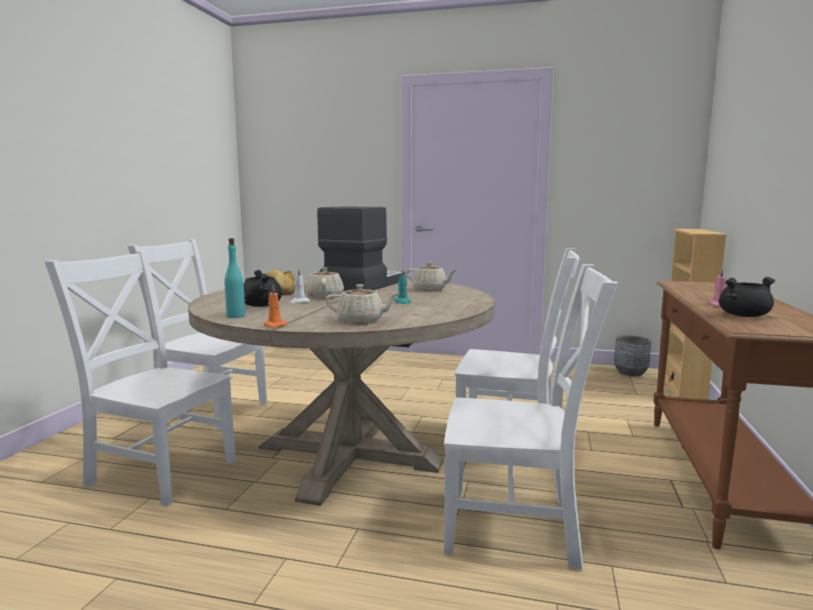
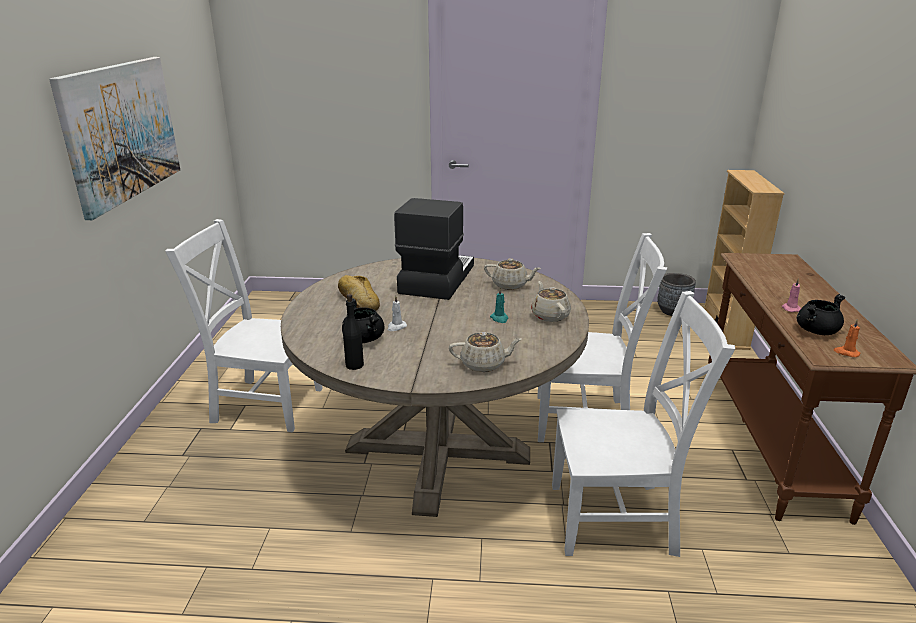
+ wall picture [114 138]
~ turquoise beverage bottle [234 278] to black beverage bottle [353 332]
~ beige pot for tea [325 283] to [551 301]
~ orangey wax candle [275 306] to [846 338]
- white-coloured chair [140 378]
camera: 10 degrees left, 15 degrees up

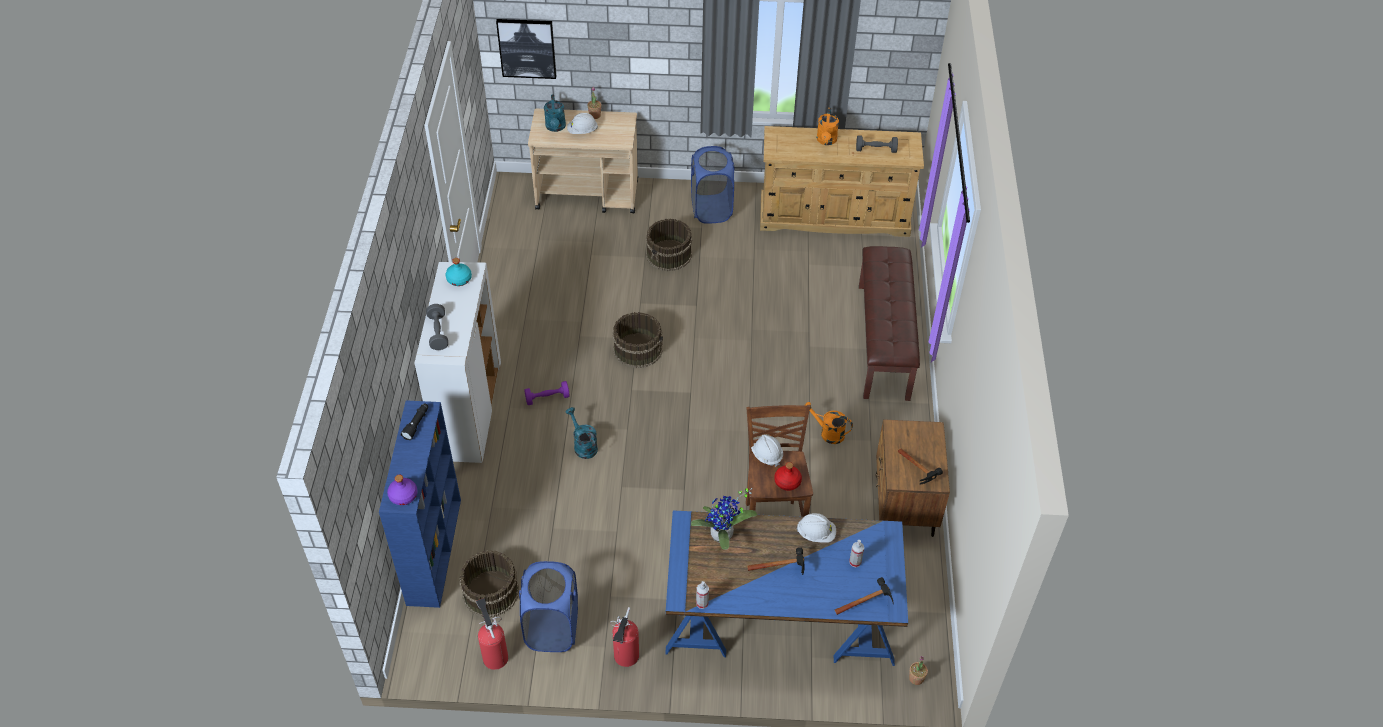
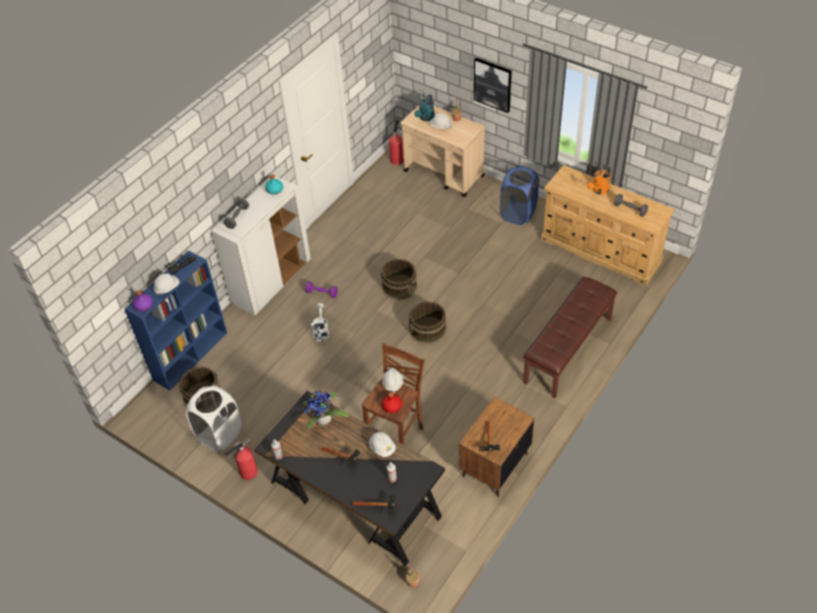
+ white-coloured safety helmet [166 284]
~ blue-coloured hamper [548 606] to white-coloured hamper [214 418]
~ blue-coloured desk table [786 588] to black desk table [349 478]
~ turquoise watering can [581 433] to white-coloured watering can [320 323]
~ extinguisher [492 634] to [396 142]
~ brownish bucket [669 244] to [428 322]
~ wall picture [526 49] to [492 85]
- orangey watering can [828 423]
camera: 35 degrees right, 0 degrees up

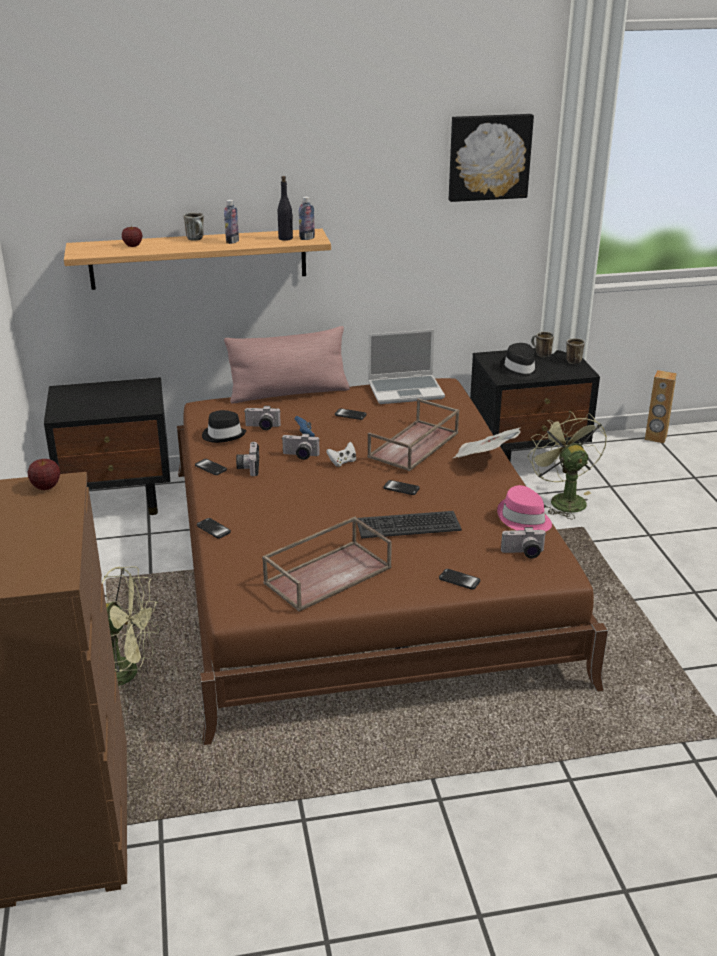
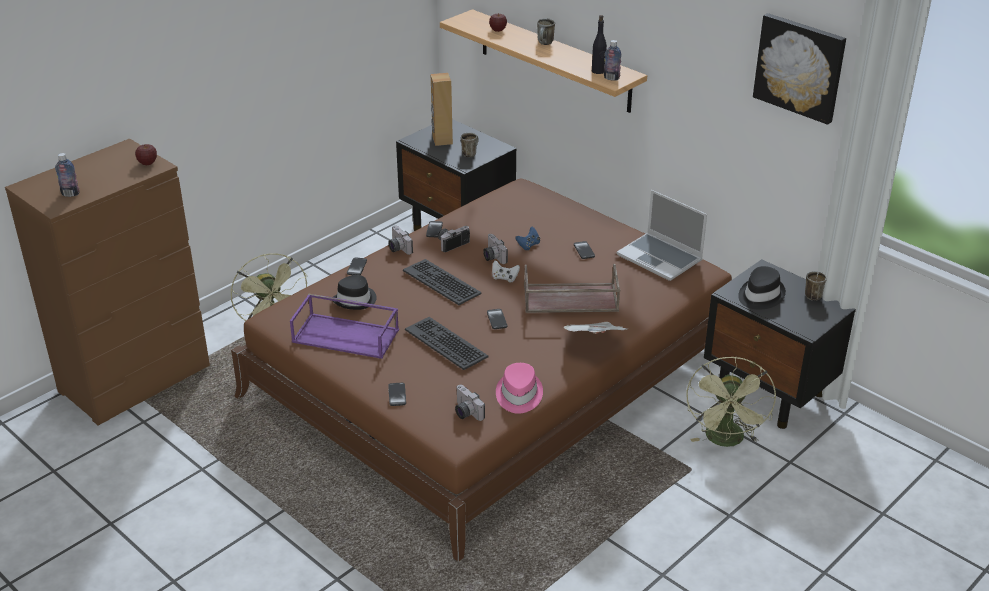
~ beverage bottle [231 222] to [67 175]
~ brownish serving tray [327 564] to purple serving tray [344 326]
~ black wearable hat [224 426] to [355 292]
~ photo camera [263 418] to [401 240]
+ keyboard [442 282]
~ brownish loudspeaker [661 406] to [442 109]
~ coffee mug [575 351] to [470 144]
~ green-coloured electric fan [567 465] = [731 402] 150 degrees clockwise
- pinkish pillow [287 364]
camera: 55 degrees right, 5 degrees up

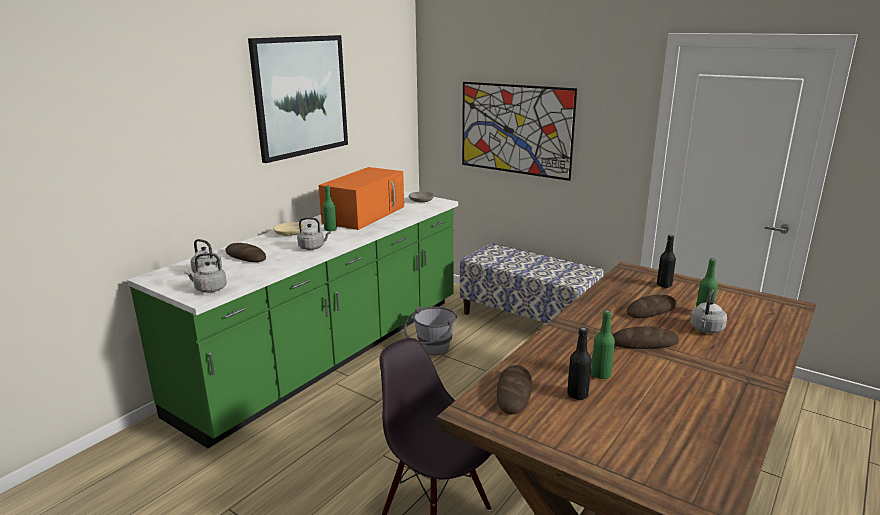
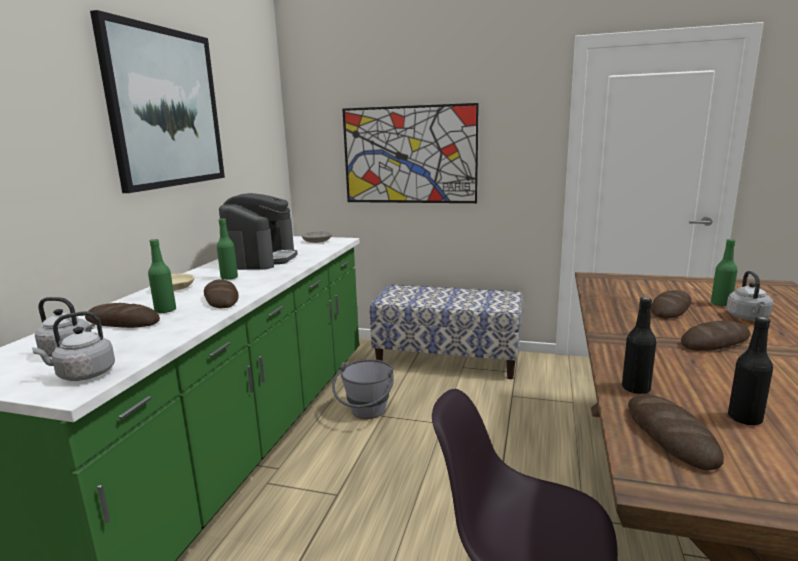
~ green-coloured beverage bottle [603 344] to [162 276]
~ gray tea kettle [314 233] to bakery bread [221 293]
~ orangey microwave [361 198] to coffee machine [258 231]
~ black beverage bottle [666 261] to [639 345]
camera: 20 degrees left, 5 degrees down

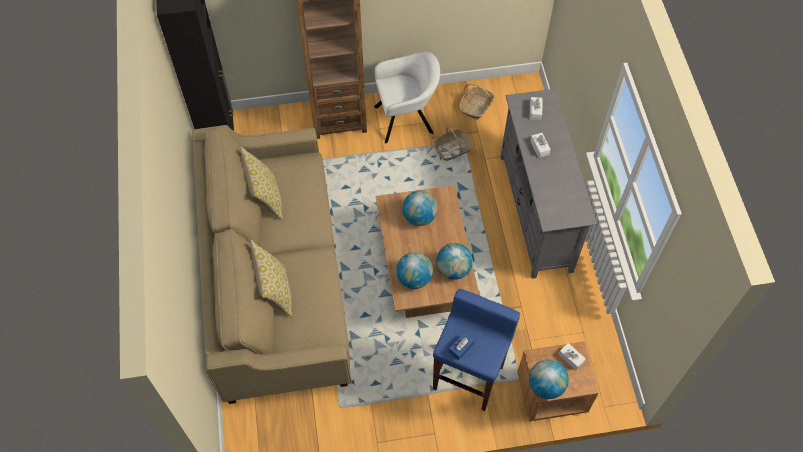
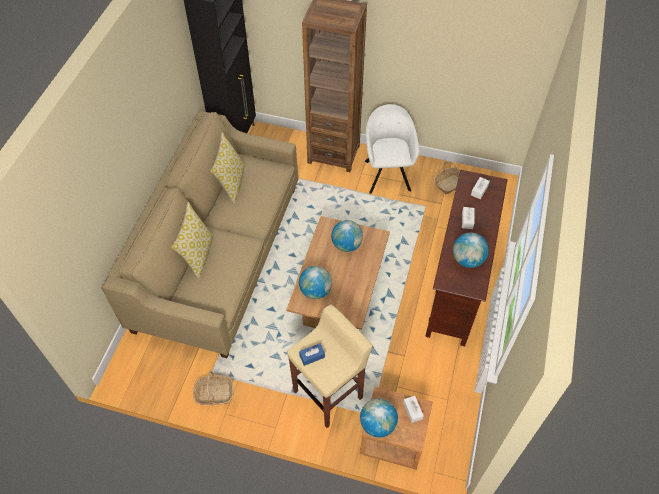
~ basket [453 143] to [213 388]
~ blue-coloured stool seat [476 350] to beige stool seat [330 366]
~ white-coloured lounge chair [407 97] = [392 149] 105 degrees counterclockwise
~ gray tv unit [548 184] to brownish tv unit [466 258]
~ desk globe [454 261] to [471 250]
camera: 25 degrees right, 5 degrees down

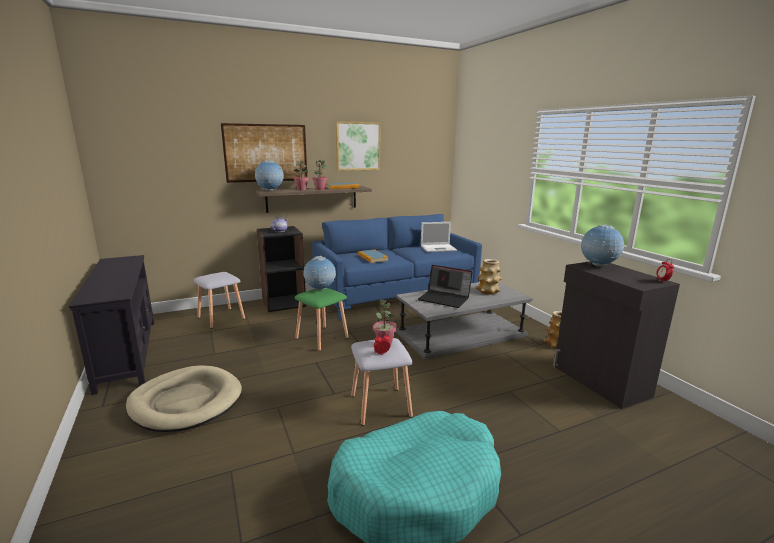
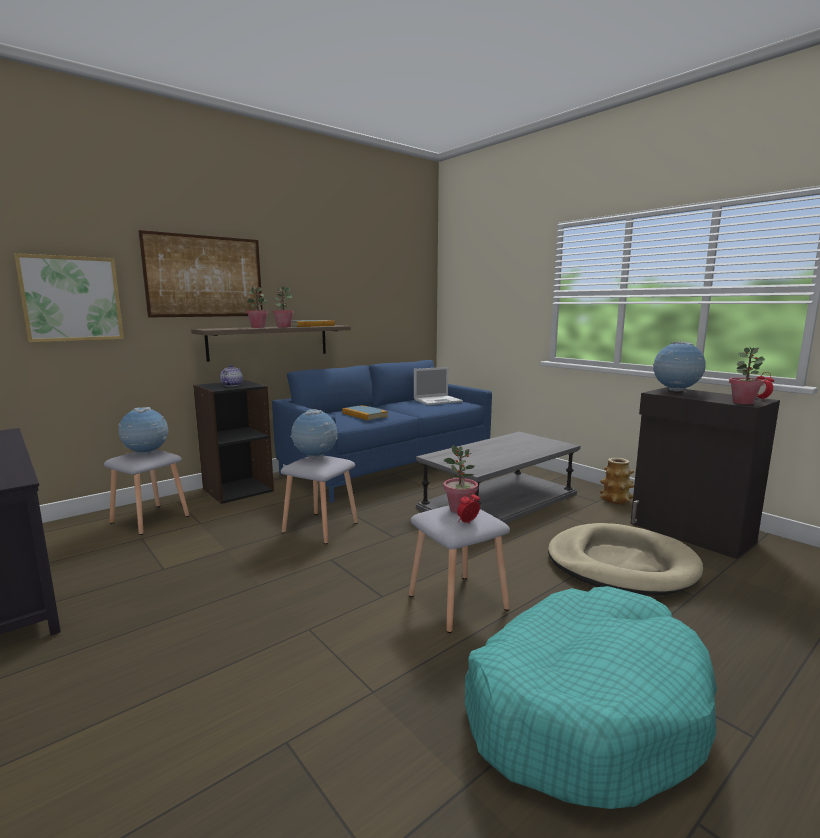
~ wall picture [358 146] to [69 297]
~ desk globe [269 176] to [143 431]
~ green-coloured stool seat [322 319] to gray stool seat [319 500]
~ beige pet bed [184 398] to [625 559]
+ potted plant [747 375]
- notebook computer [445 286]
- decorative vase [489 276]
camera: 15 degrees left, 5 degrees down

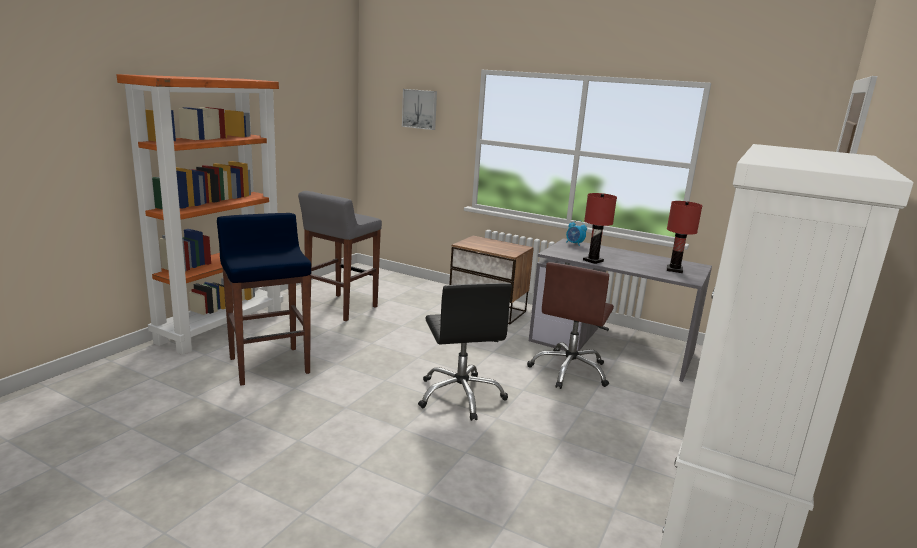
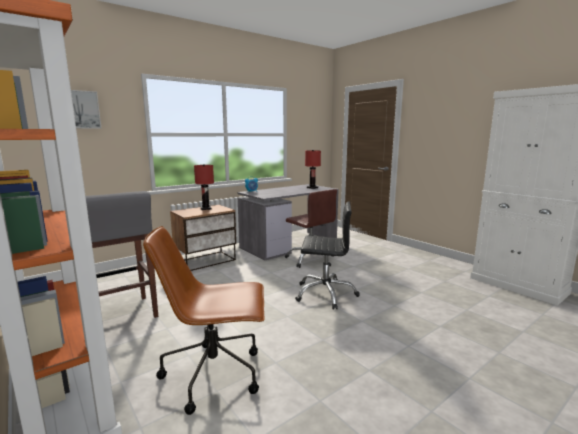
~ blue-coloured stool seat [264 299] to brownish office chair [204 320]
~ red-coloured lamp for a table [600 228] to [204 187]
camera: 65 degrees left, 5 degrees down

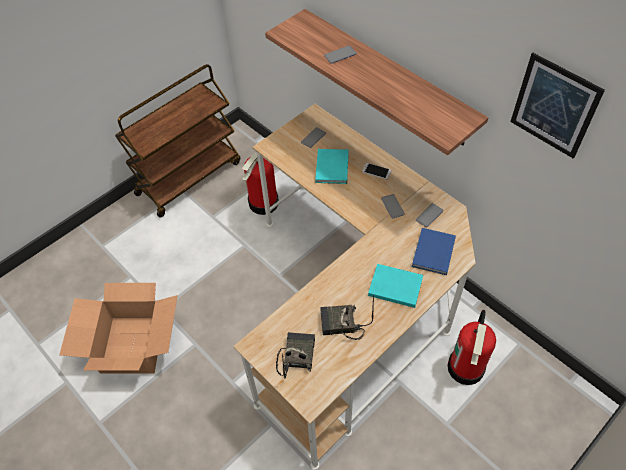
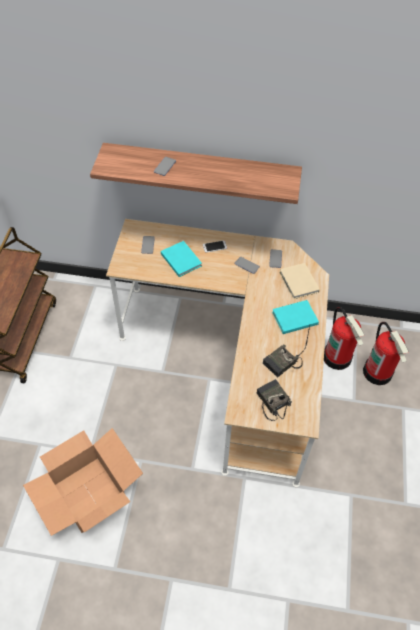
~ blue-coloured volume [434 251] to beige volume [300 281]
~ extinguisher [260 183] to [386 353]
- wall picture [557 105]
camera: 40 degrees left, 0 degrees up

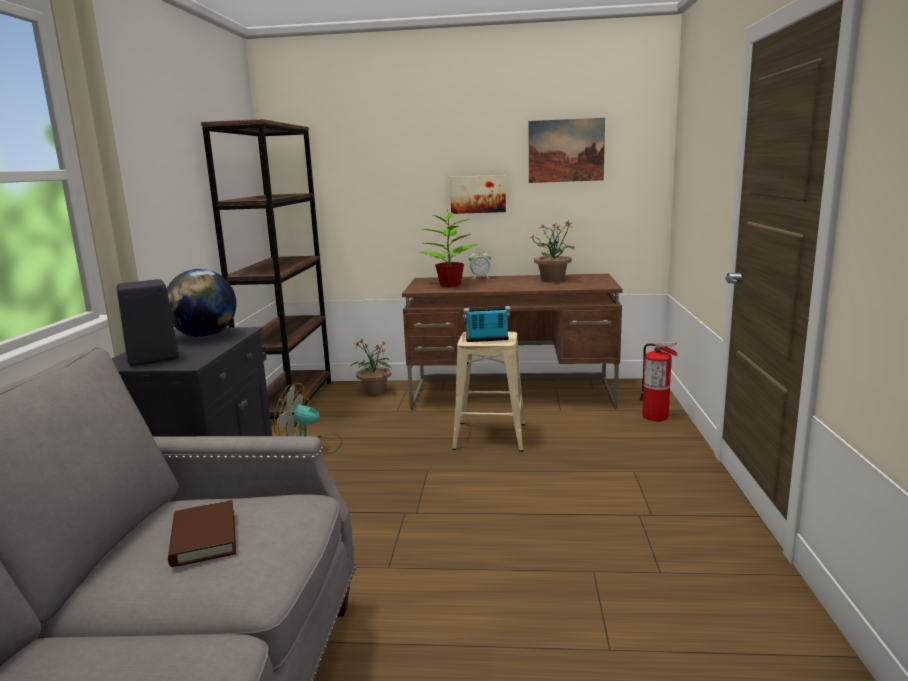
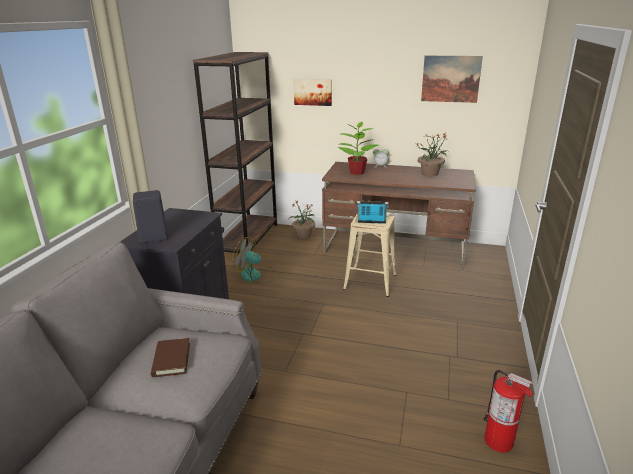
~ wall picture [478 194] to [313 92]
~ extinguisher [658 381] to [508 411]
- desk globe [202 303]
camera: 10 degrees right, 10 degrees up

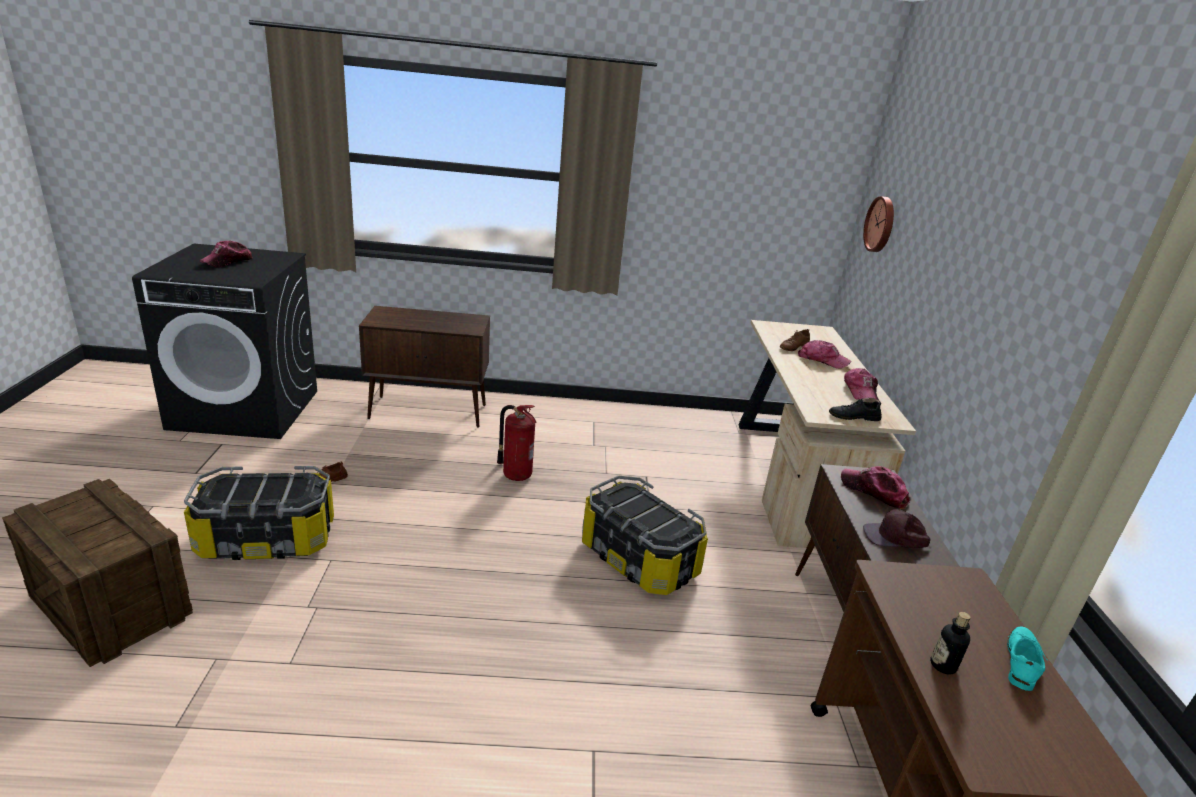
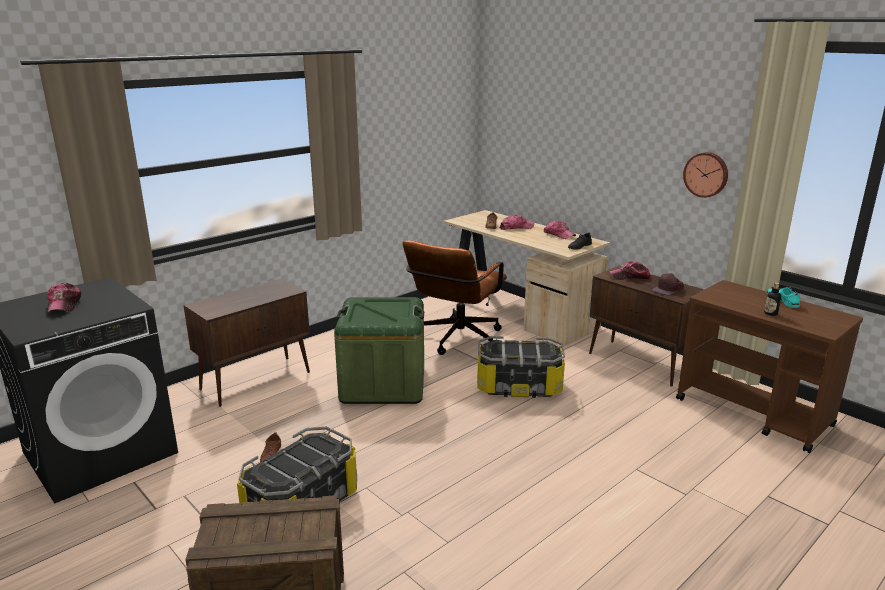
~ extinguisher [516 443] to green-coloured storage container [379 350]
+ brownish office chair [454 297]
~ clock on the wall [878 224] to [705 175]
camera: 40 degrees left, 5 degrees down

